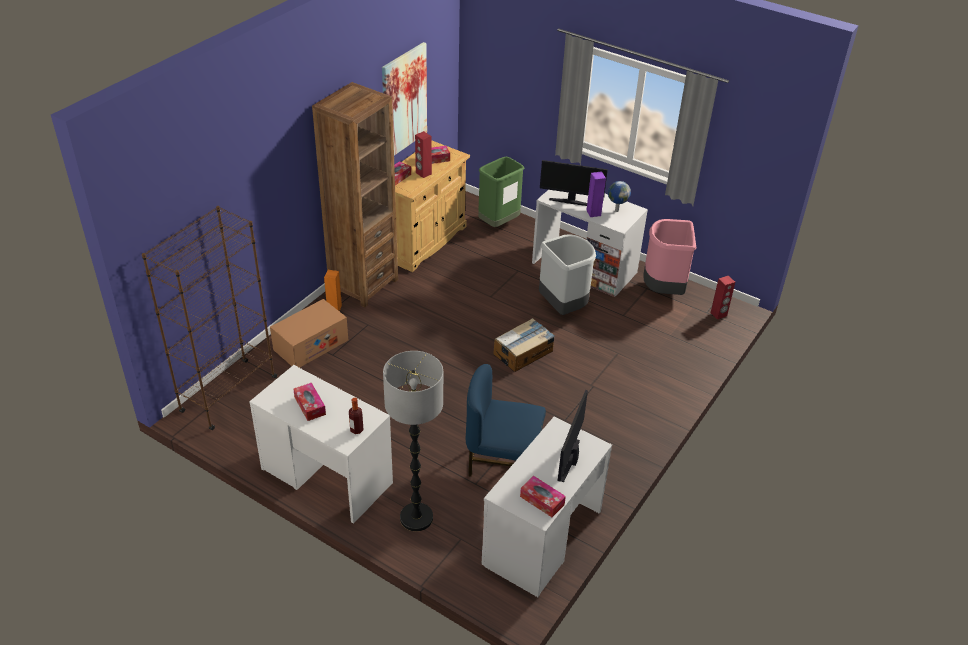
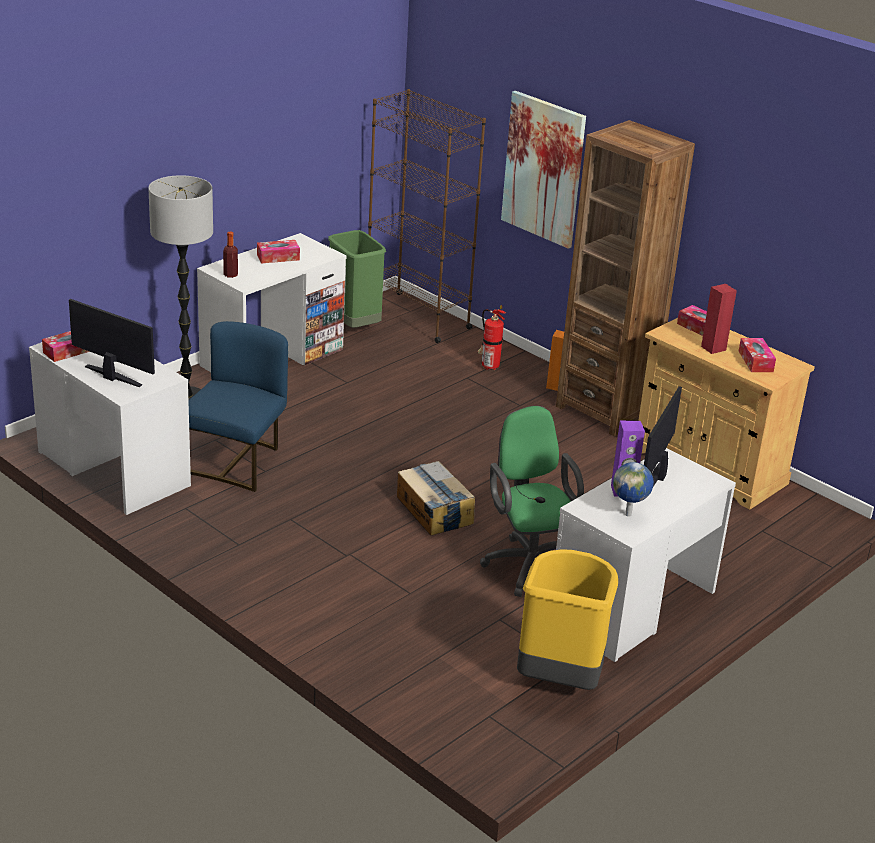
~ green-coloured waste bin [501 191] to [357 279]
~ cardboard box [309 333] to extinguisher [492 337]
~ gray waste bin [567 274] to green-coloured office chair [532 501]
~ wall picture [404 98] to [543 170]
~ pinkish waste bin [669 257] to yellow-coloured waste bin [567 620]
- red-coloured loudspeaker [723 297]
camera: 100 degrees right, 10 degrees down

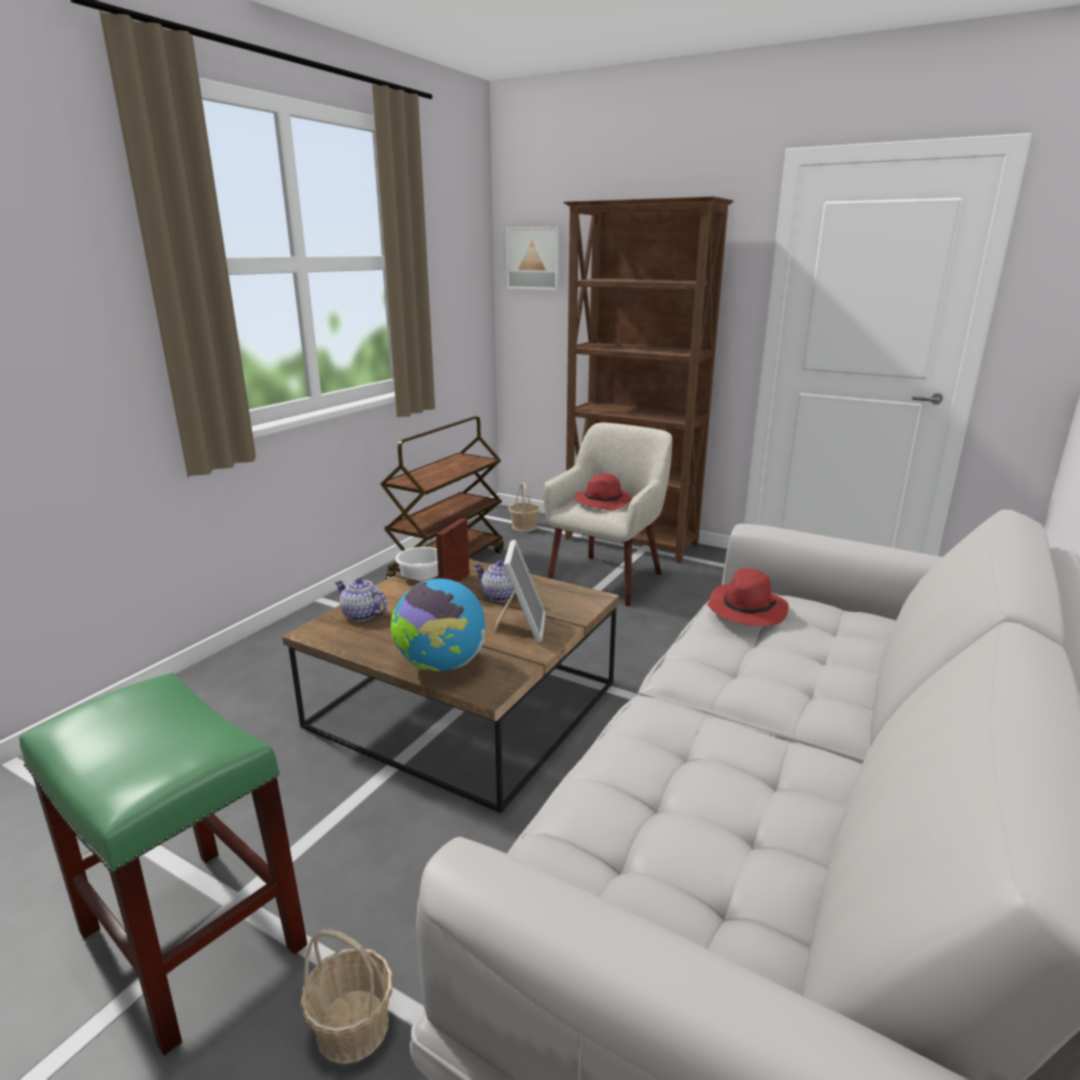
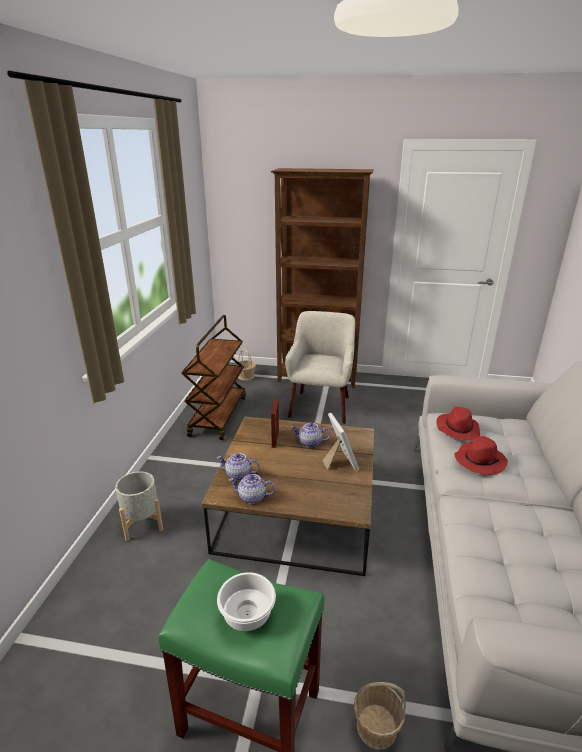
+ gray flower pot [139 506]
~ white-coloured deep dish [416 564] to [246 601]
+ pot for tea [252 489]
~ red-coloured wearable hat [603 491] to [481 455]
- desk globe [437 624]
- wall picture [533 258]
camera: 20 degrees left, 5 degrees up

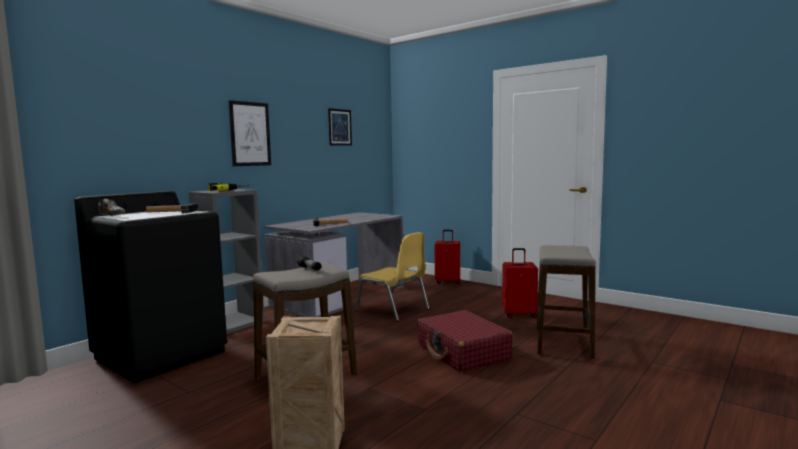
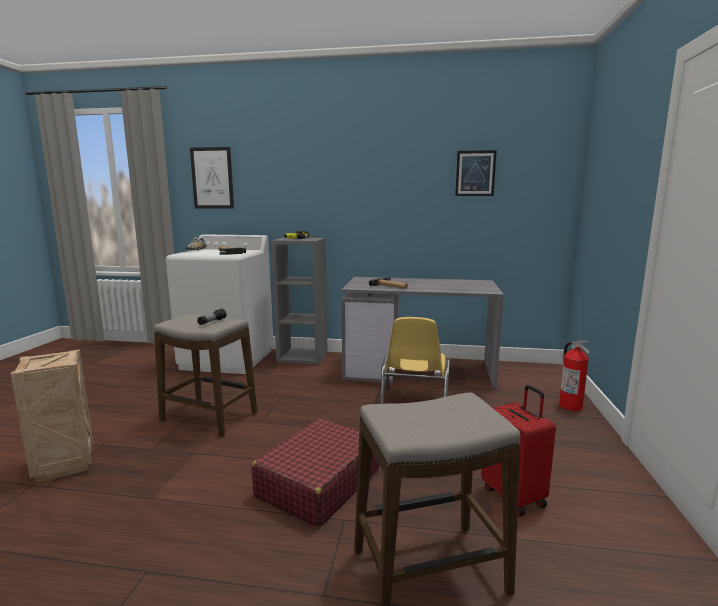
~ black washing machine [150 287] to white-coloured washing machine [220 304]
~ wall picture [249 133] to [212 178]
~ red-coloured piece of luggage [447 257] to extinguisher [574 376]
camera: 60 degrees right, 5 degrees up

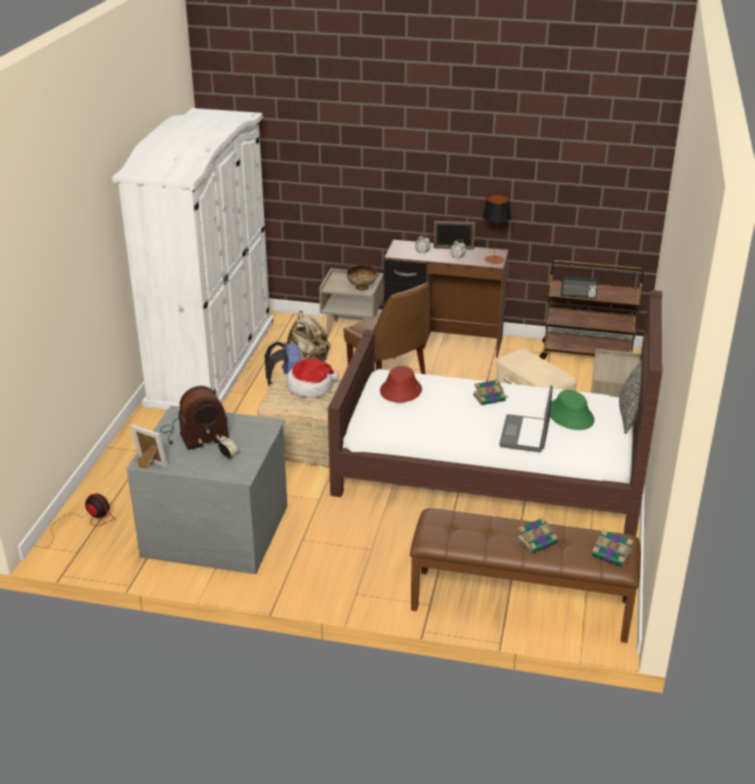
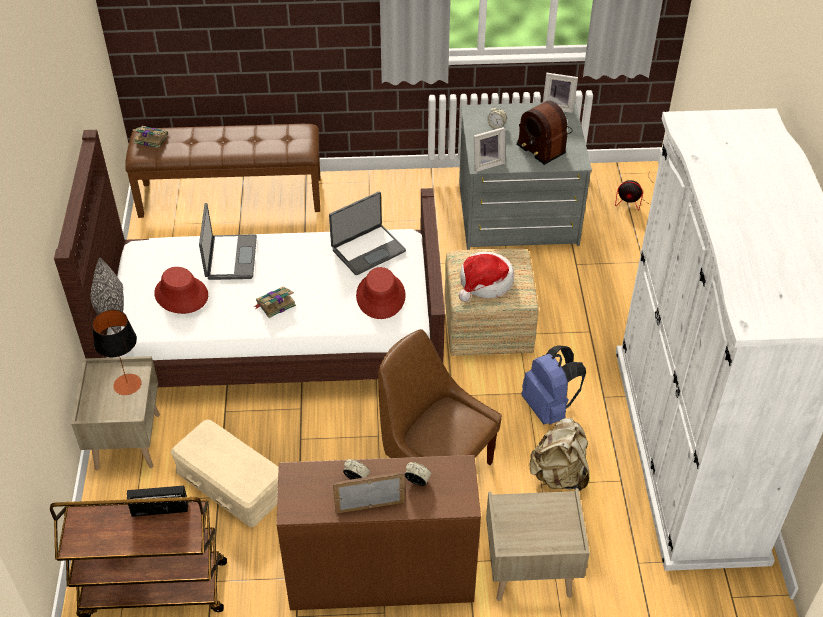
~ lamp for a table [496 229] to [117 352]
~ green-coloured wearable hat [572 410] to red-coloured wearable hat [181 290]
+ notebook computer [367 233]
+ standing frame [489 149]
~ radio set [194 418] = [544 133] 90 degrees counterclockwise
- deep dish [362 278]
- volume [537 535]
camera: 165 degrees right, 15 degrees up

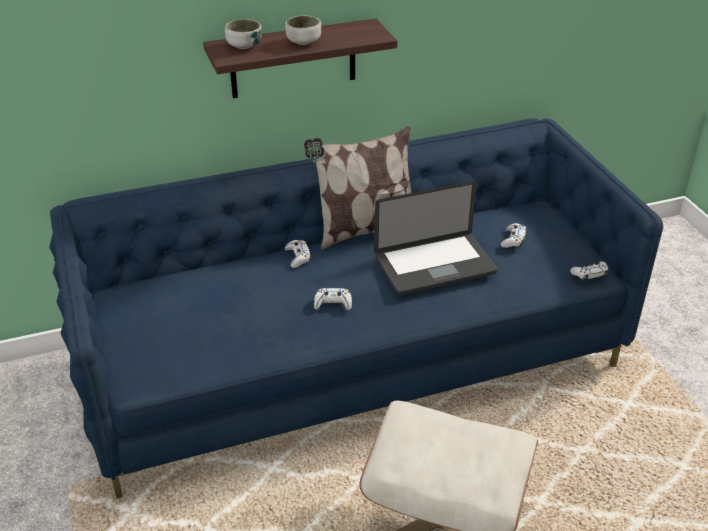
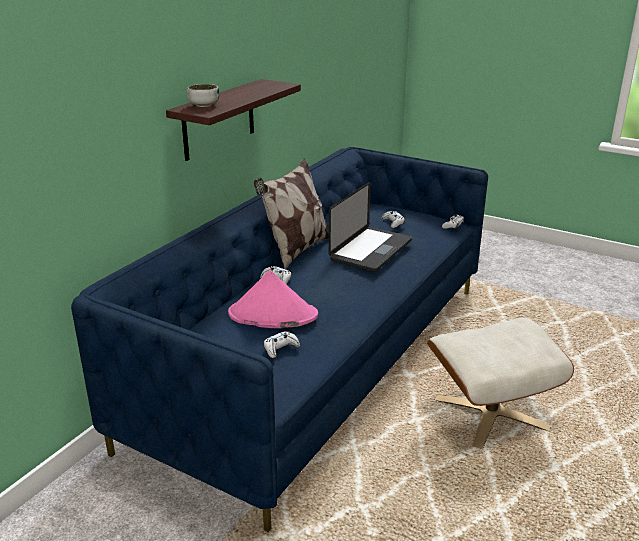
+ pinkish wearable hat [273 299]
~ white-coloured game controller [333 299] to [282 344]
- deep dish [303 30]
camera: 40 degrees left, 10 degrees down

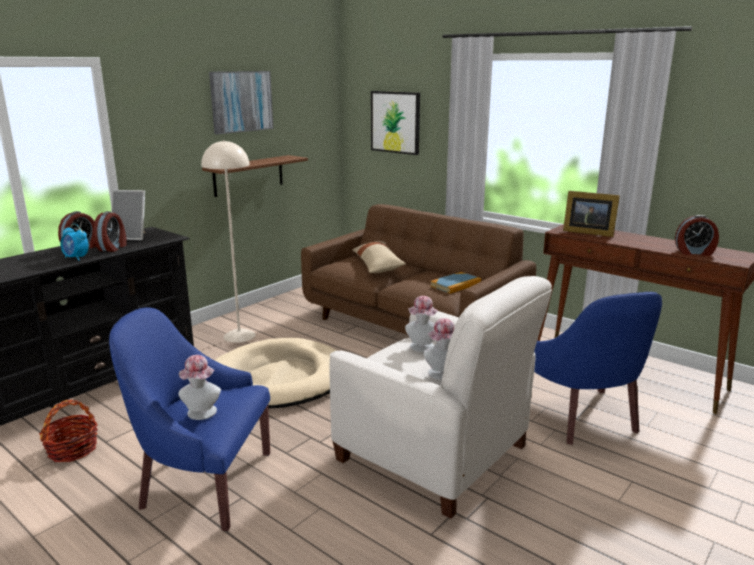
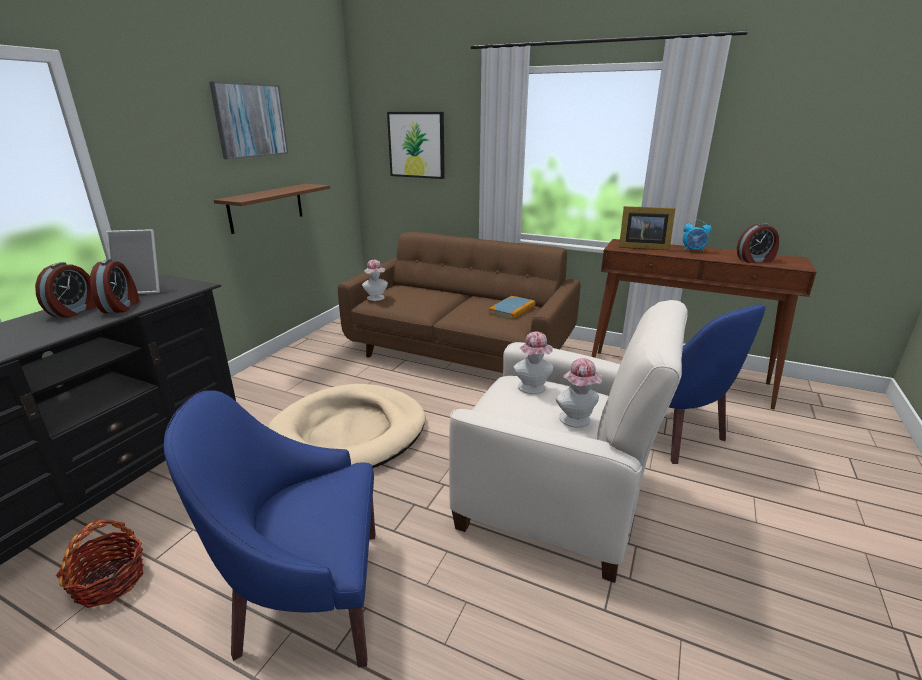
~ wearable hat [199 387] to [375 280]
~ bedside clock [74 242] to [697 236]
- beige standard lamp [228 241]
- beige pillow [379 257]
camera: 15 degrees left, 5 degrees up

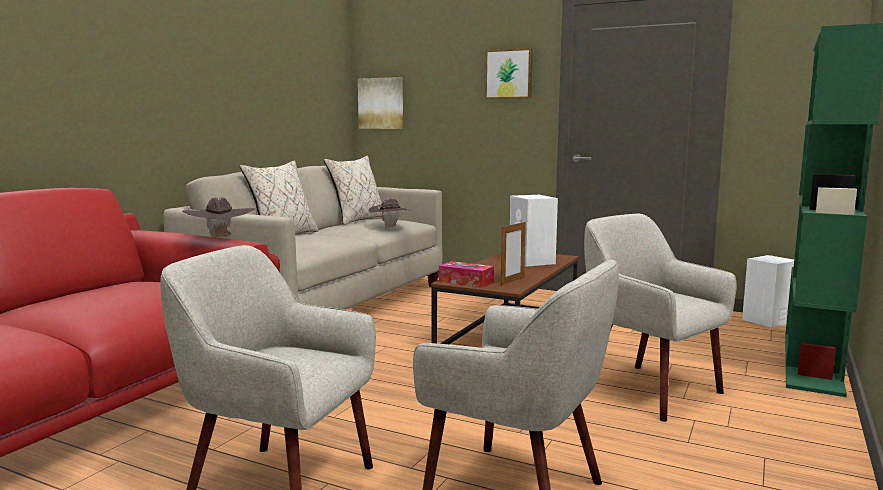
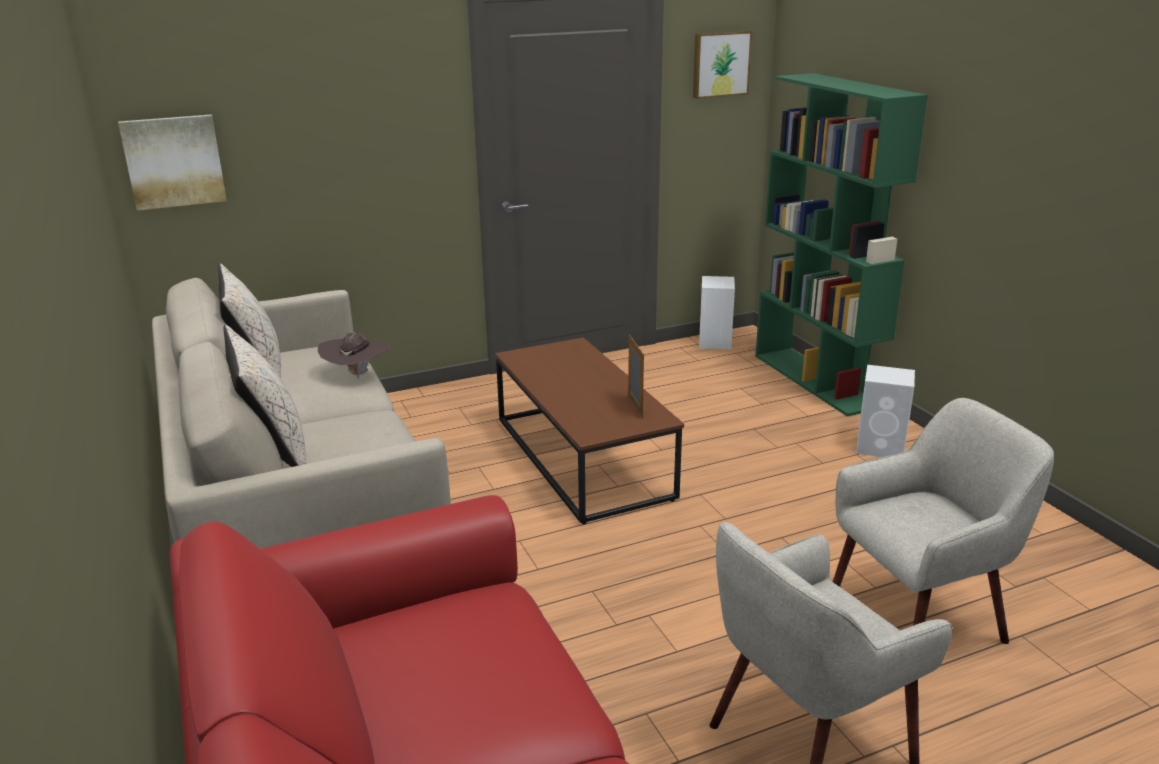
~ wall picture [509 73] to [723 64]
~ white-coloured loudspeaker [534 231] to [885 411]
- brownish wearable hat [219 217]
- tissue holder [466 274]
- beige lounge chair [660 318]
camera: 50 degrees left, 15 degrees up

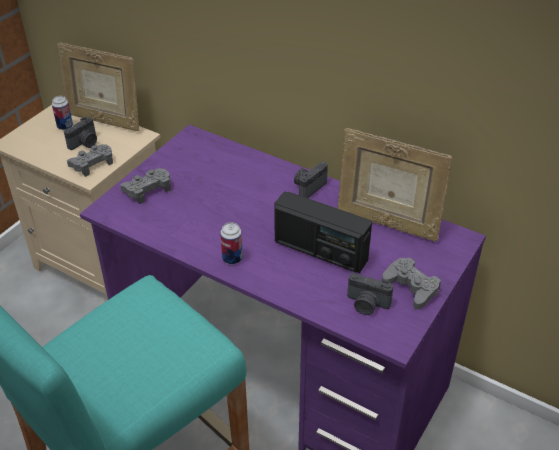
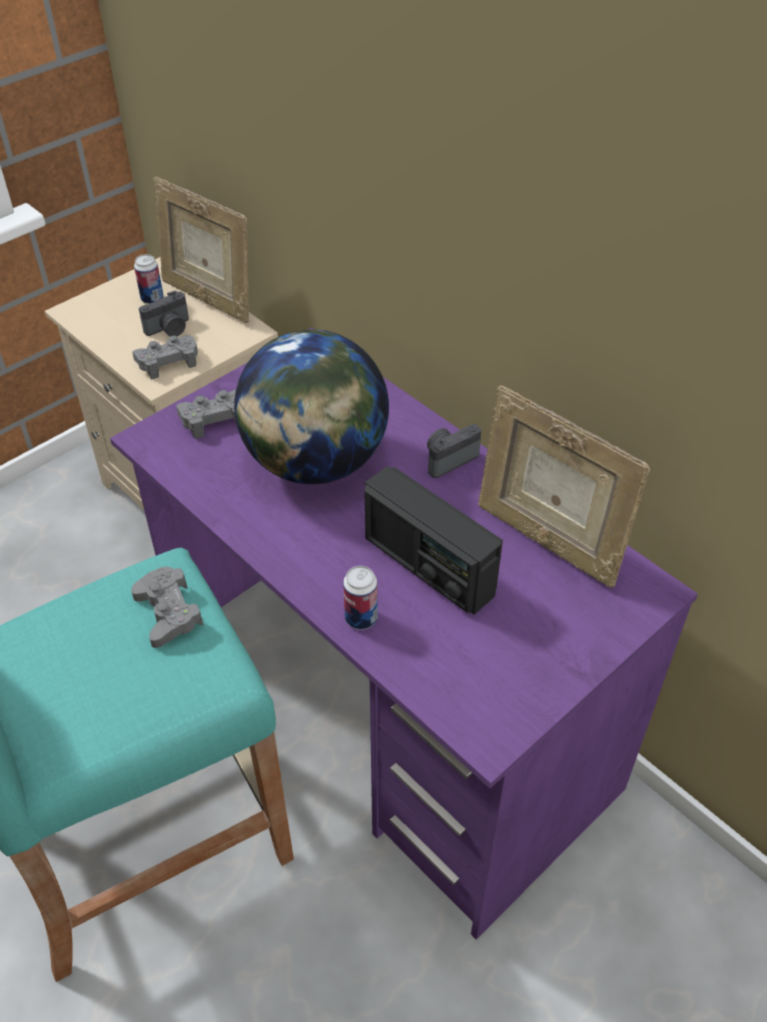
~ gray game controller [411 284] to [167 607]
+ desk globe [311 406]
~ can [231 243] to [360 598]
- photo camera [370 294]
camera: 15 degrees right, 5 degrees up

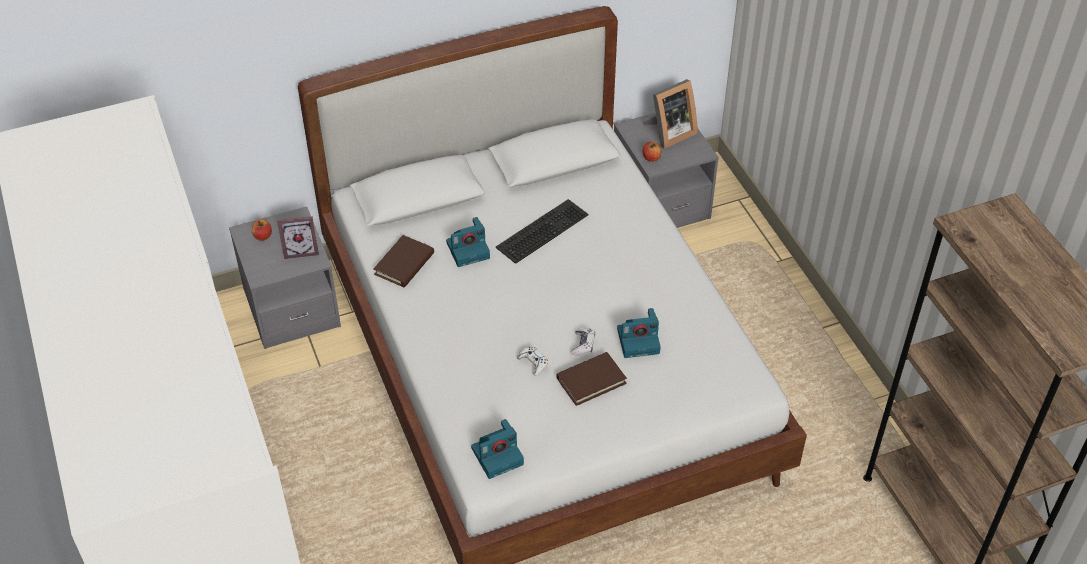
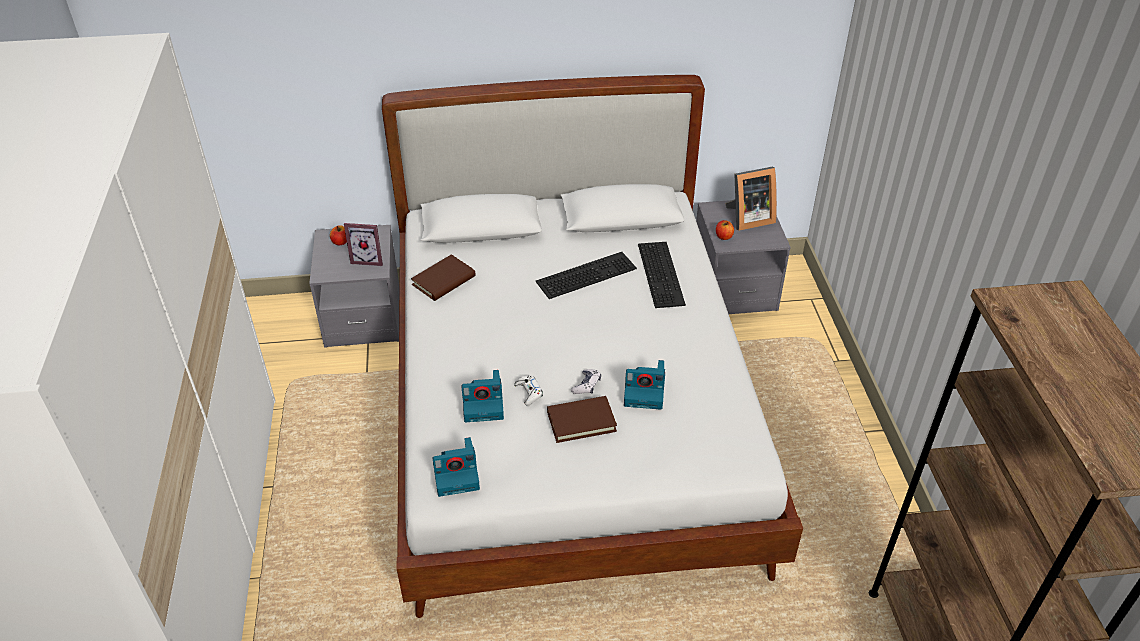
~ photo camera [468 242] to [483 396]
+ keyboard [662 275]
camera: 15 degrees right, 5 degrees down

